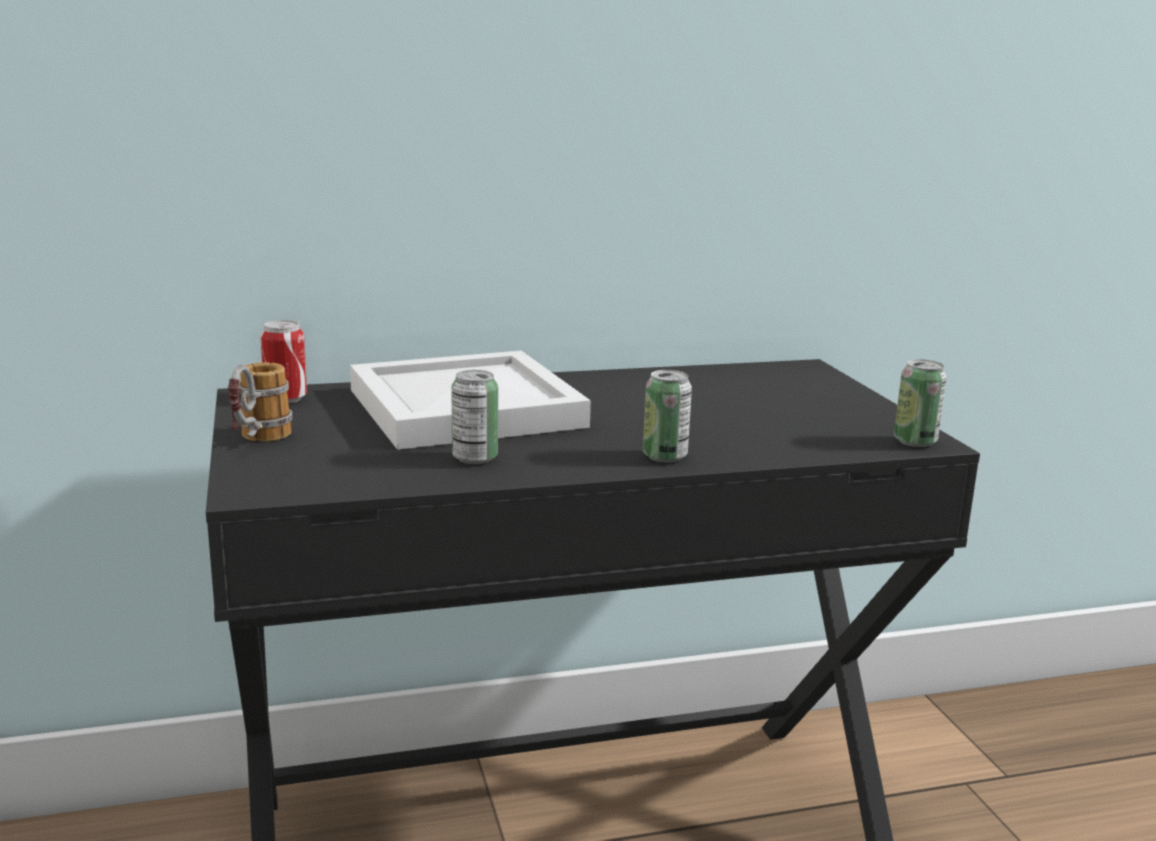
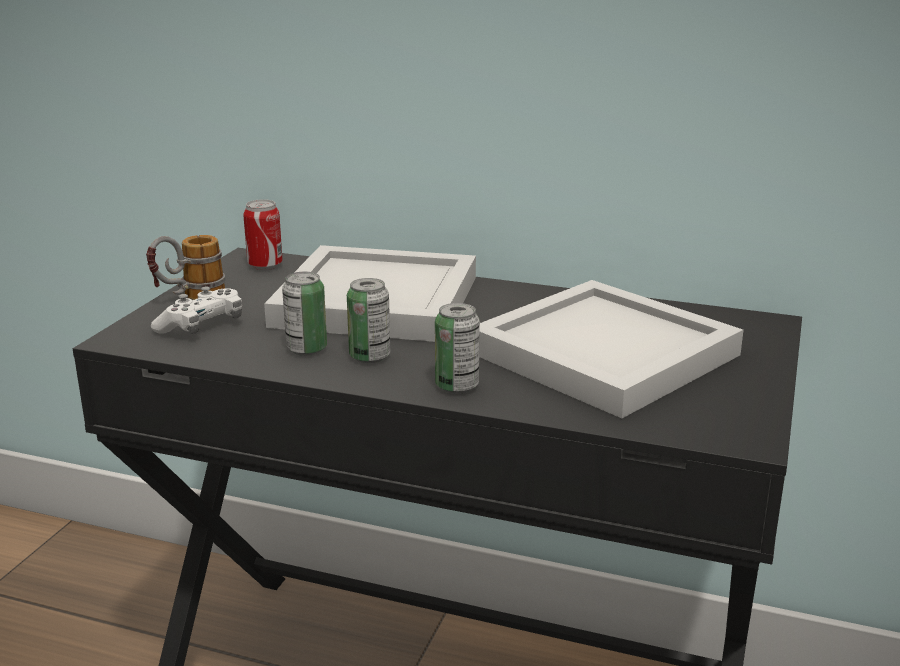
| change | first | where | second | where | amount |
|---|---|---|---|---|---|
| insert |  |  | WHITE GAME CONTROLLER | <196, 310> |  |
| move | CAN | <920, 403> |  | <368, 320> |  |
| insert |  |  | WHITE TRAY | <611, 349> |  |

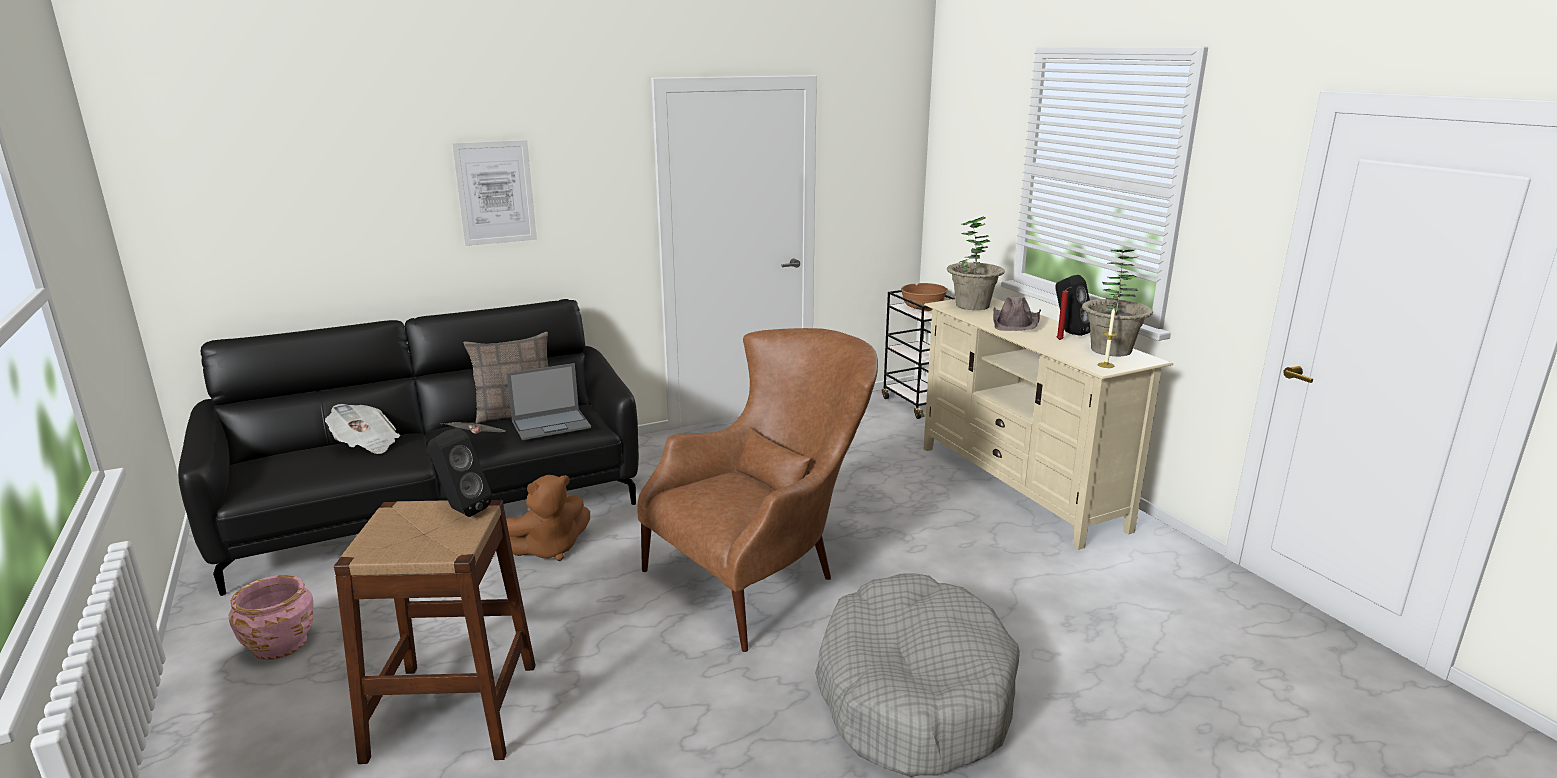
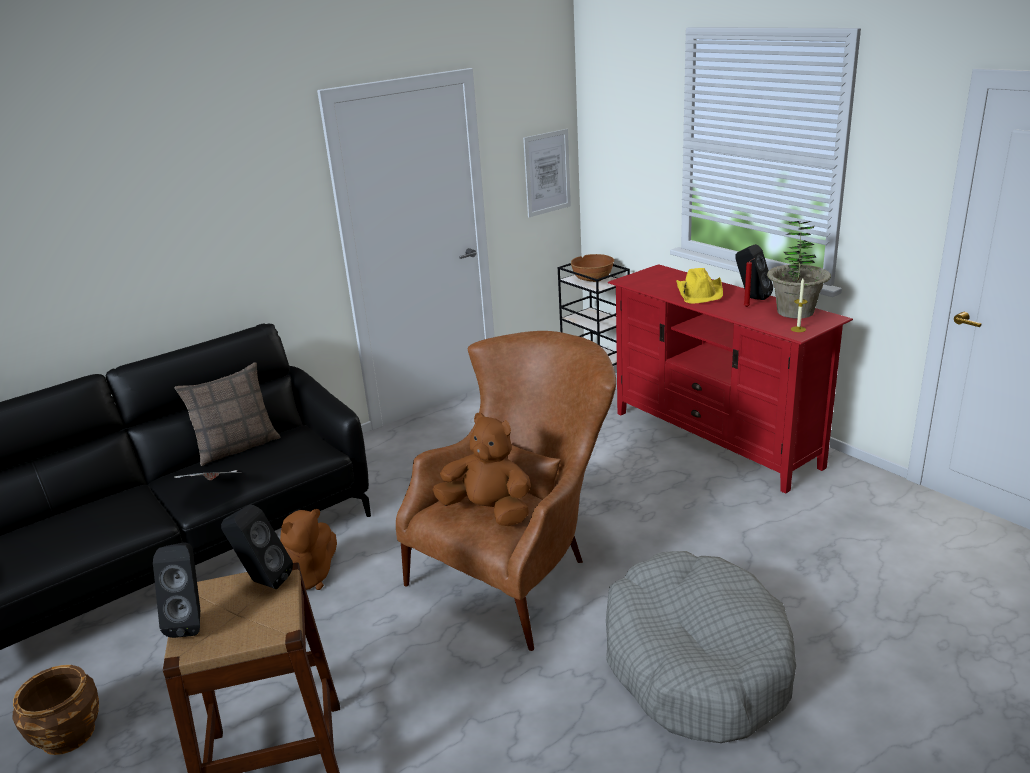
| change | first | where | second | where | amount |
|---|---|---|---|---|---|
| recolor | PINK PLANTER | <271, 617> | BROWN PLANTER | <56, 710> |  |
| insert |  |  | BLACK SPEAKER | <176, 590> |  |
| insert |  |  | BROWN PLUSH TOY | <481, 469> |  |
| move | PICTURE | <494, 193> |  | <547, 173> |  |
| recolor | BEIGE TV STAND | <1048, 423> | RED TV STAND | <730, 379> |  |
| recolor | BROWN HAT | <1017, 314> | YELLOW HAT | <699, 285> |  |
| delete | NEWSPAPER | <362, 429> |  |  |  |
| delete | LAPTOP | <549, 401> |  |  |  |
| delete | POTTED PLANT | <976, 263> |  |  |  |

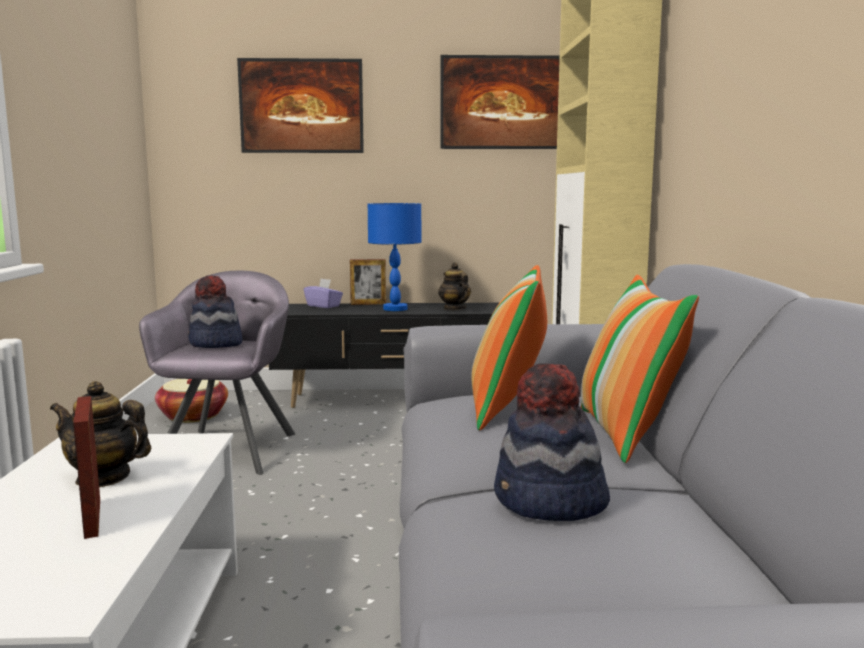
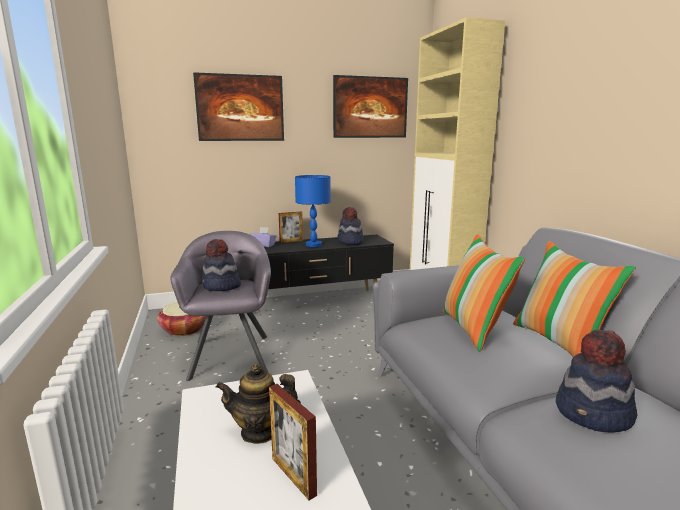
| change | first | where | second | where | amount |
|---|---|---|---|---|---|
| replace | TEAPOT | <454, 286> | HAT | <351, 226> |  |

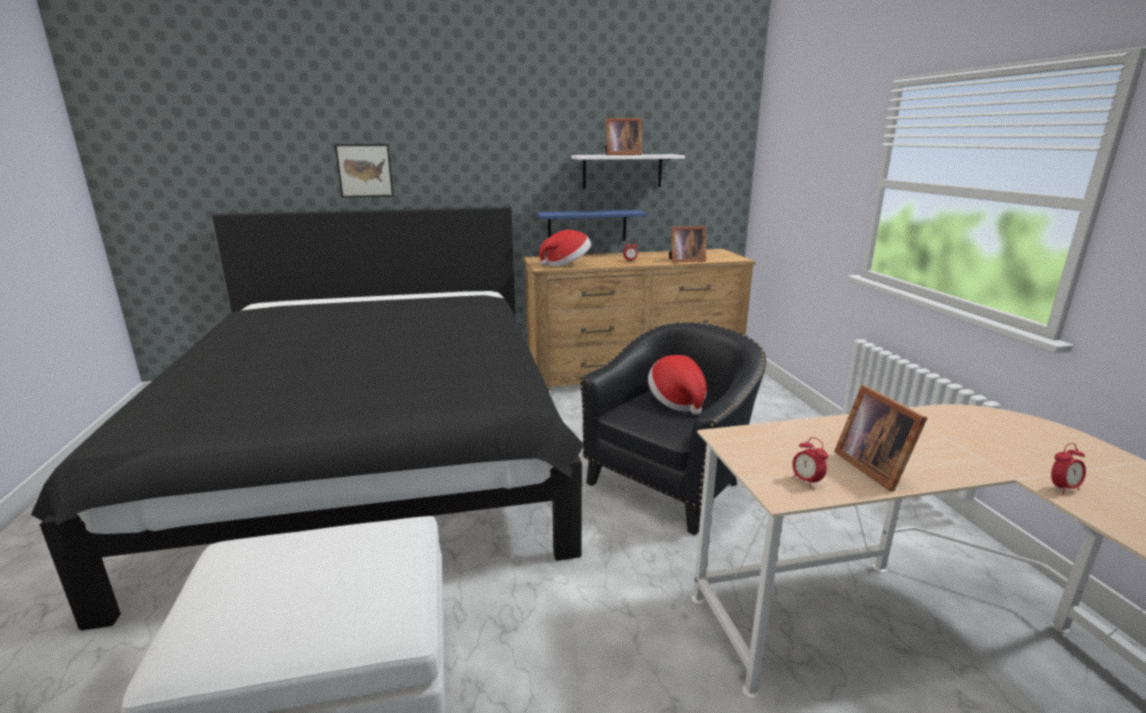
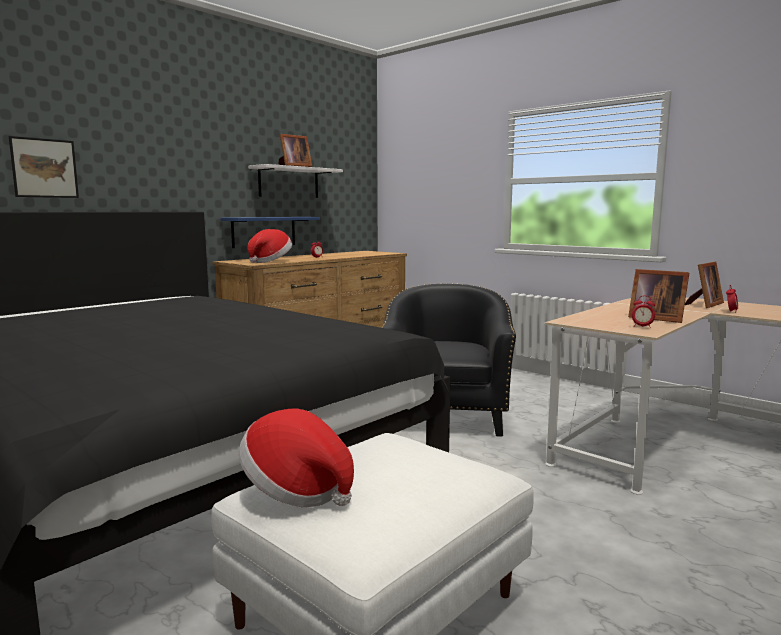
| change | first | where | second | where | amount |
|---|---|---|---|---|---|
| move | HAT | <677, 385> |  | <296, 457> |  |
| move | PICTURE FRAME | <687, 244> |  | <704, 284> |  |

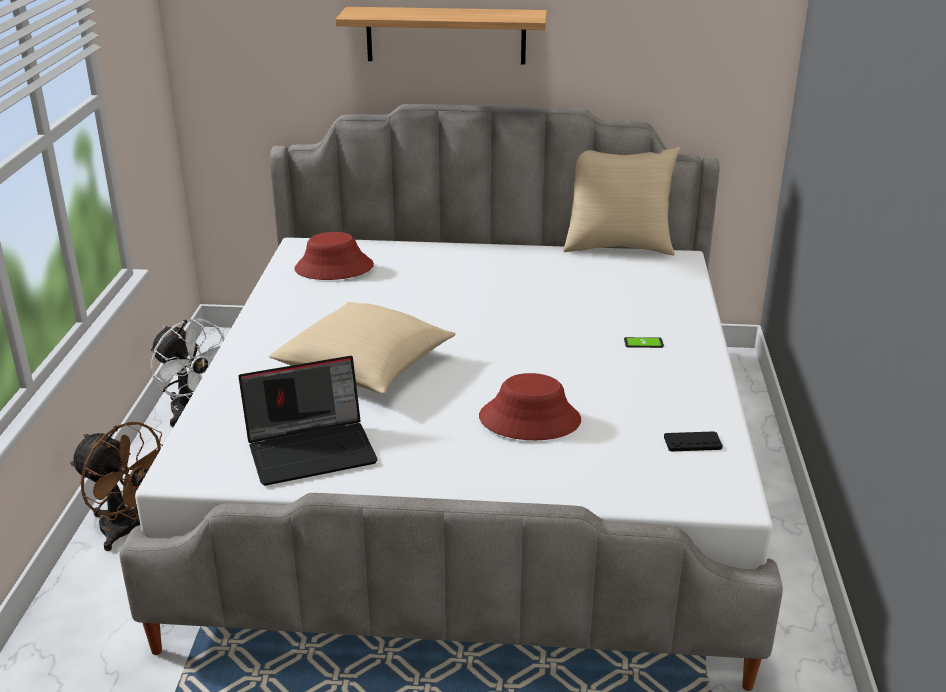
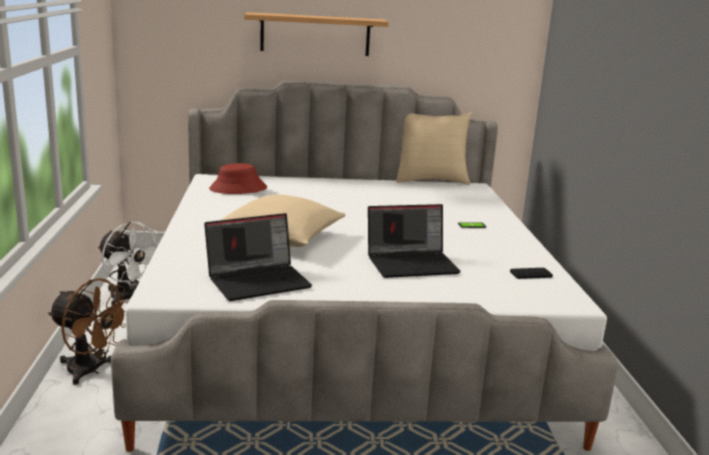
| change | first | where | second | where | amount |
|---|---|---|---|---|---|
| replace | RED HAT | <530, 406> | LAPTOP | <414, 241> |  |

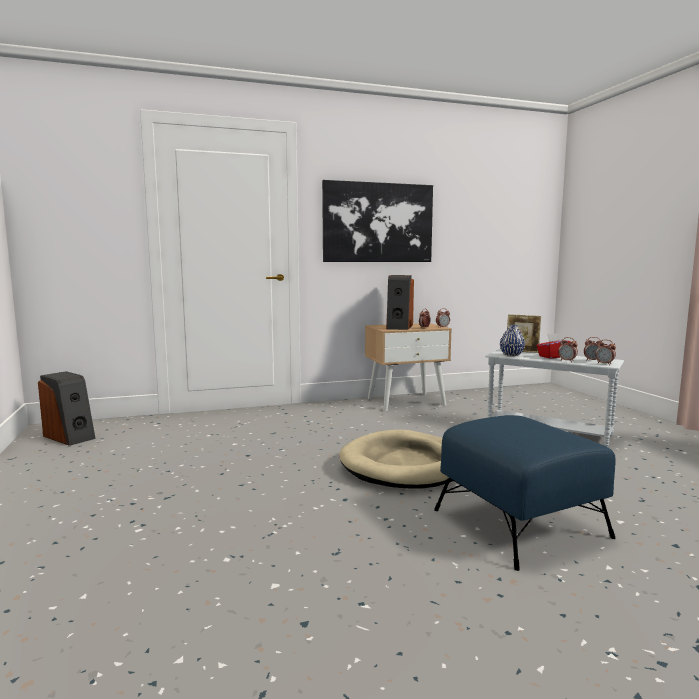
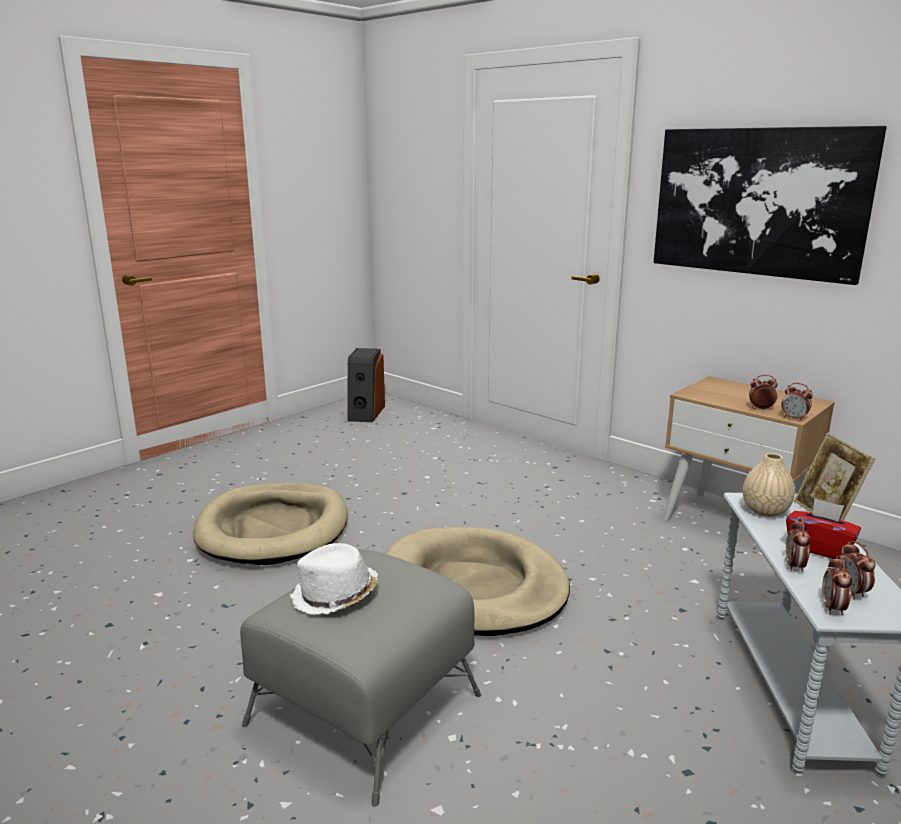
| change | first | where | second | where | amount |
|---|---|---|---|---|---|
| insert |  |  | BEIGE DOG BED | <270, 524> |  |
| recolor | BLUE OTTOMAN | <525, 493> | GREY OTTOMAN | <360, 678> |  |
| insert |  |  | WHITE HAT | <334, 579> |  |
| recolor | BLUE VASE | <512, 340> | BEIGE VASE | <769, 485> |  |
| delete | SPEAKER | <400, 302> |  |  |  |

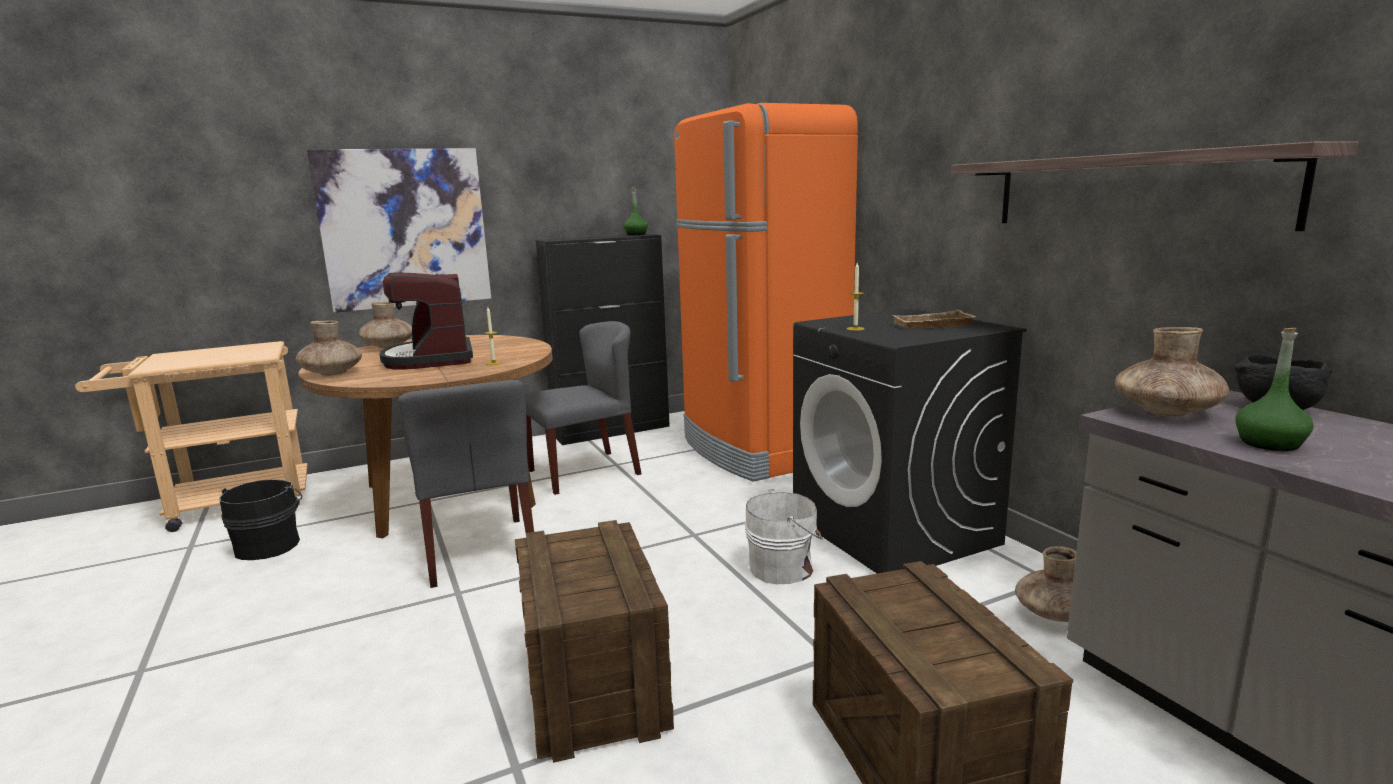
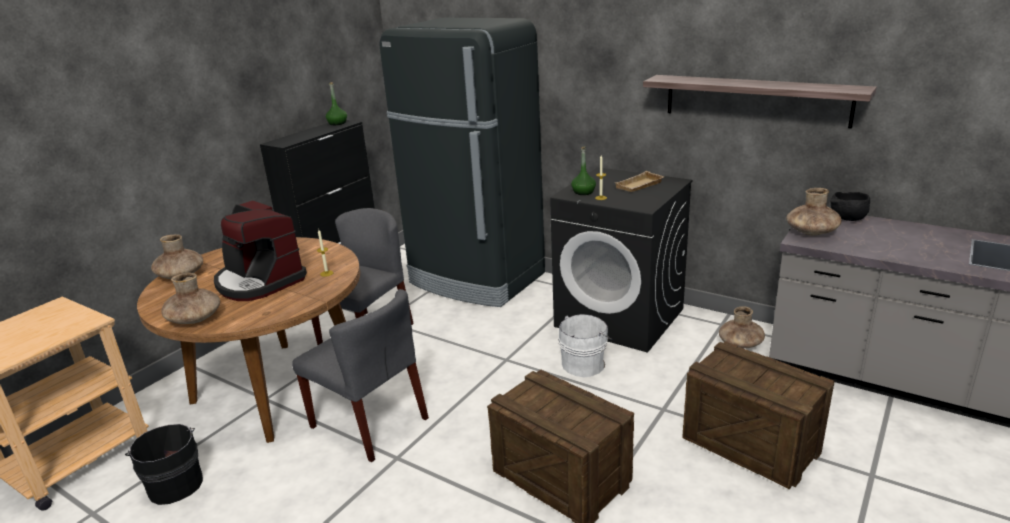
| change | first | where | second | where | amount |
|---|---|---|---|---|---|
| recolor | ORANGE FRIDGE | <766, 292> | BLACK FRIDGE | <462, 162> |  |
| move | GREEN BOTTLE | <1274, 389> |  | <583, 171> |  |
| delete | PICTURE | <399, 230> |  |  |  |

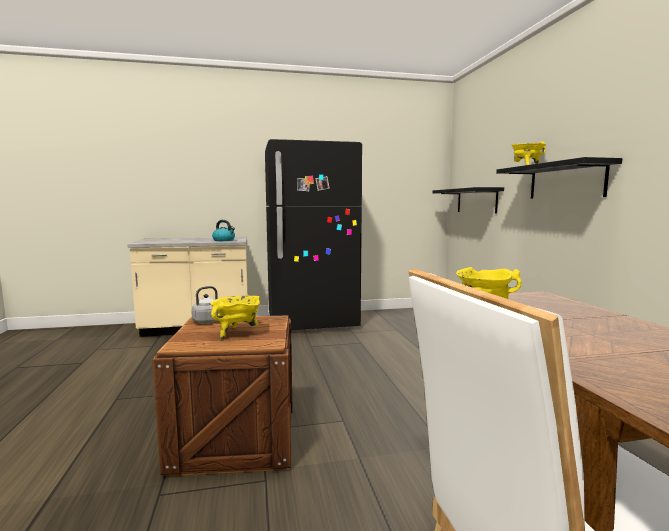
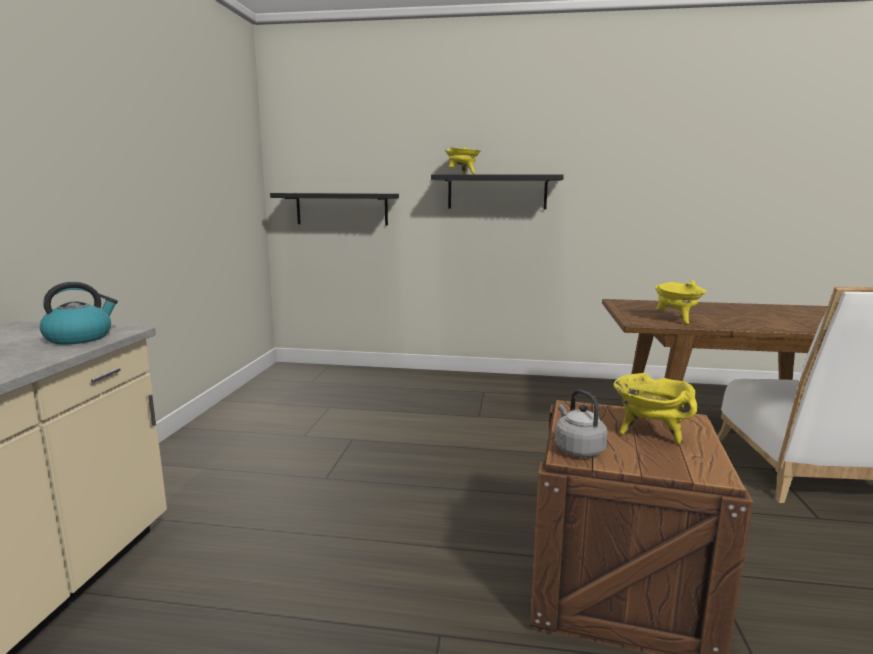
| change | first | where | second | where | amount |
|---|---|---|---|---|---|
| delete | BLACK FRIDGE | <313, 234> |  |  |  |

